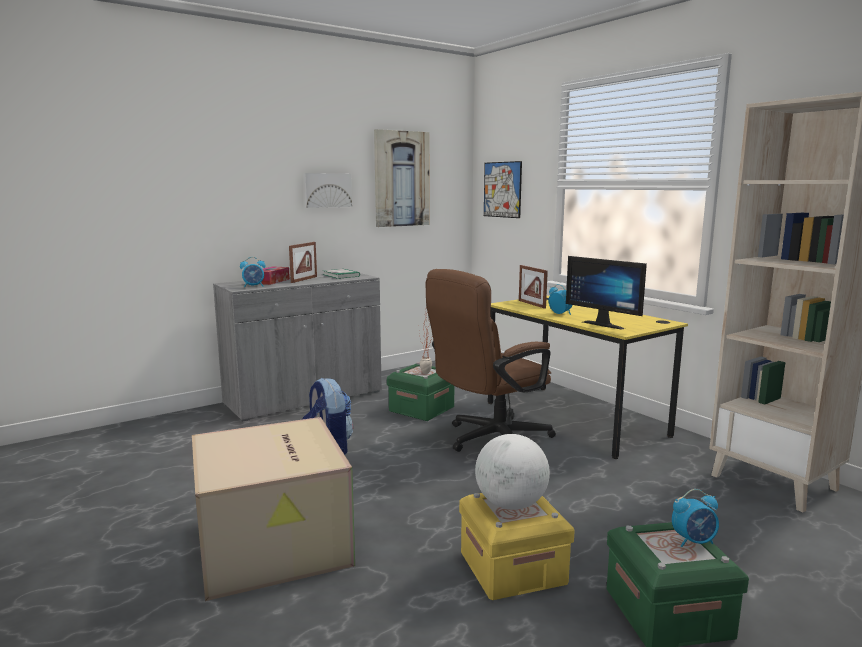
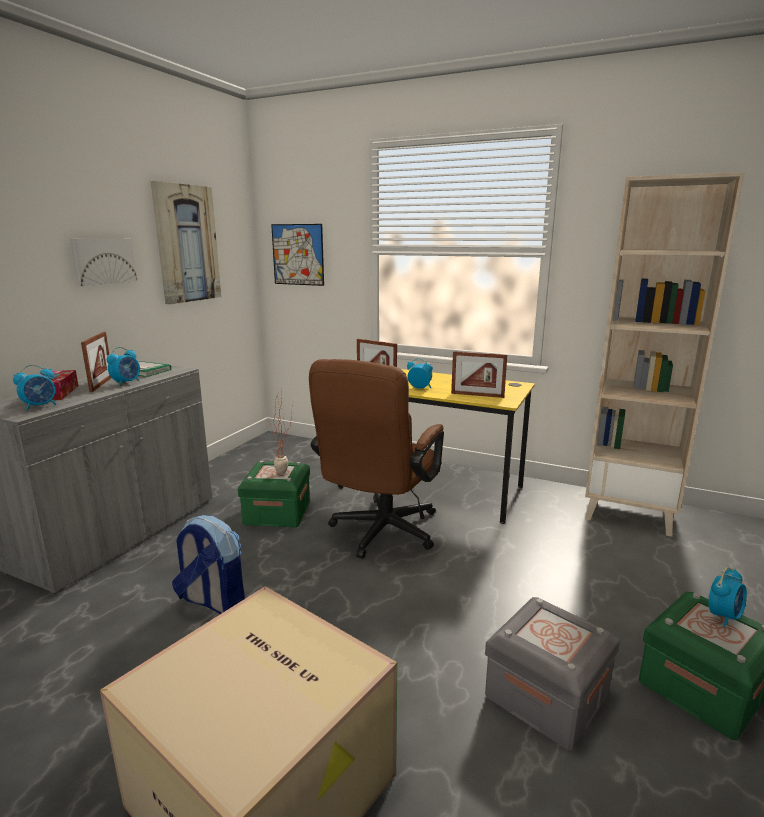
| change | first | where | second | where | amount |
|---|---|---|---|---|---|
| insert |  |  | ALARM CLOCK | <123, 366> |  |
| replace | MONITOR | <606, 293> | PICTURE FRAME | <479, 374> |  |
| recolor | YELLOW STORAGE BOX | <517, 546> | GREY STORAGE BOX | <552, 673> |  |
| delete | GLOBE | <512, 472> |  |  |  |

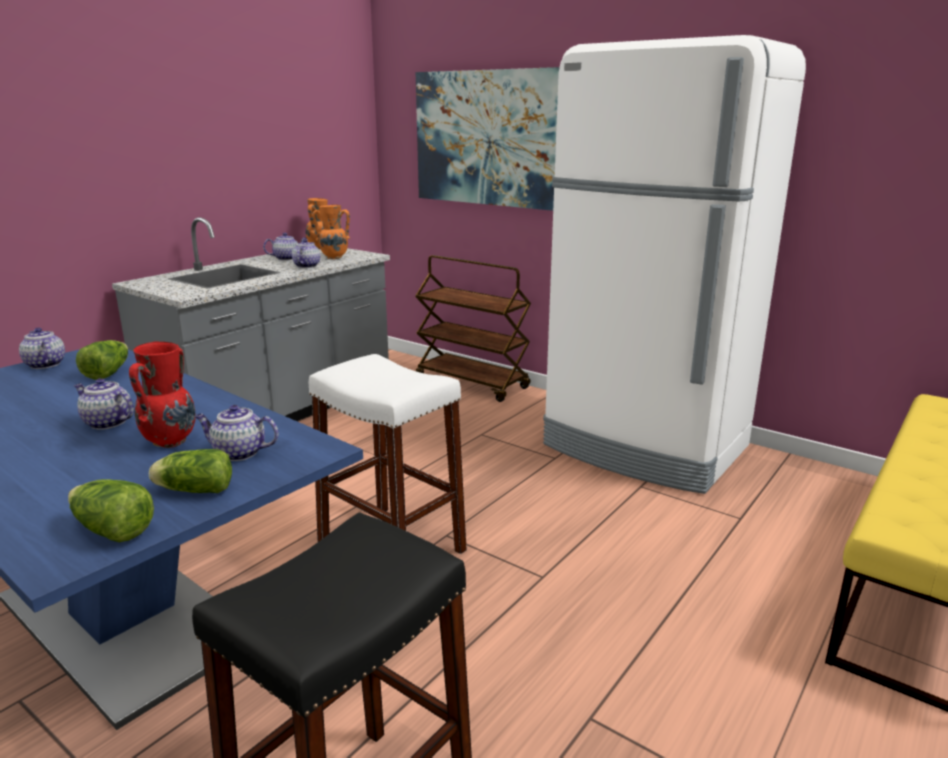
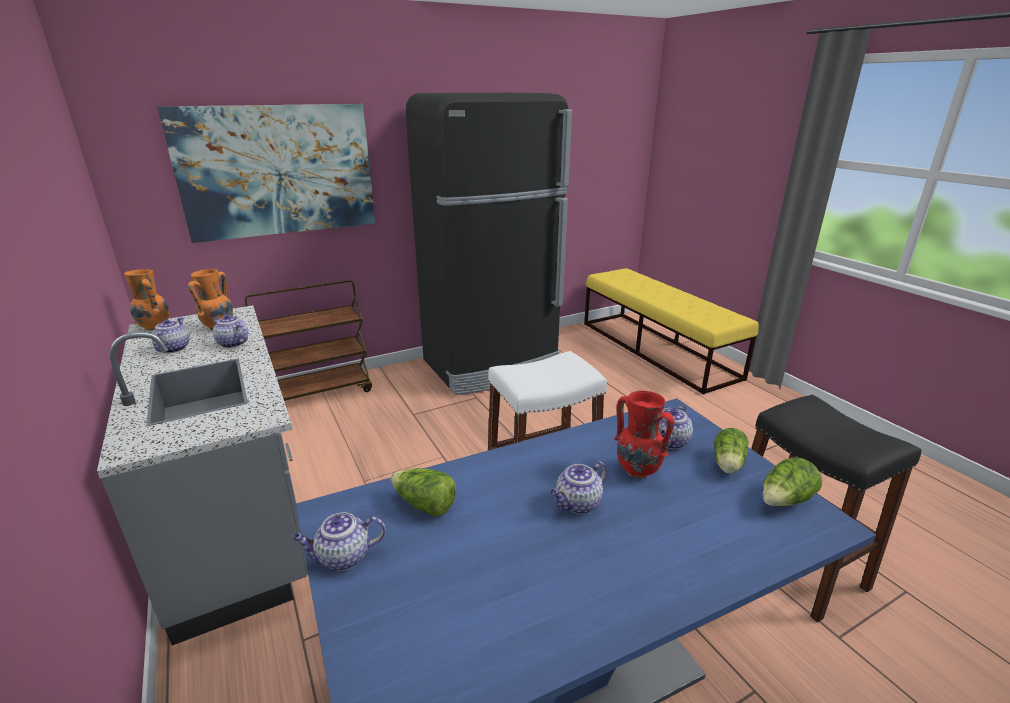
| change | first | where | second | where | amount |
|---|---|---|---|---|---|
| recolor | WHITE FRIDGE | <674, 264> | BLACK FRIDGE | <489, 244> |  |

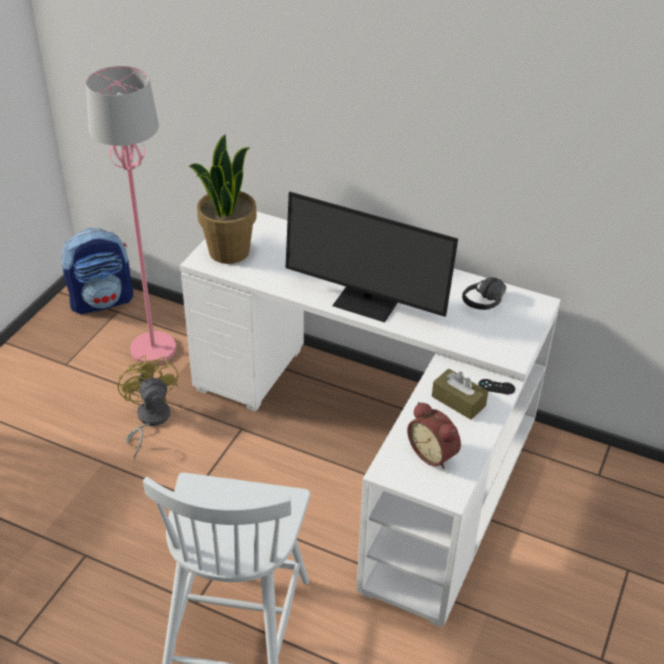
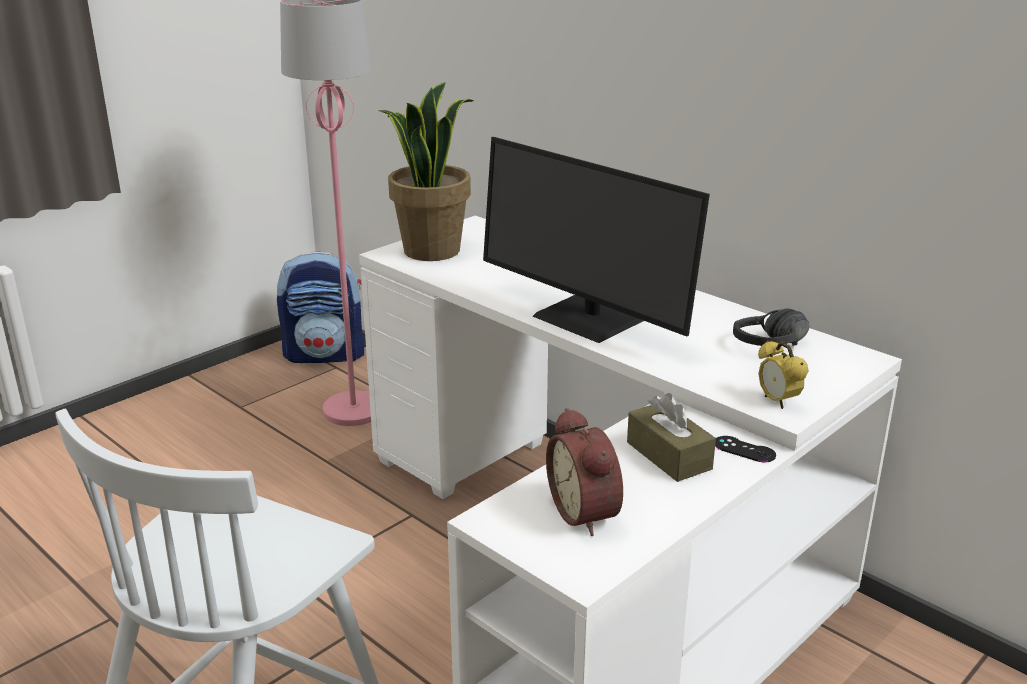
| change | first | where | second | where | amount |
|---|---|---|---|---|---|
| insert |  |  | ALARM CLOCK | <783, 375> |  |
| delete | YELLOW FAN | <147, 407> |  |  |  |

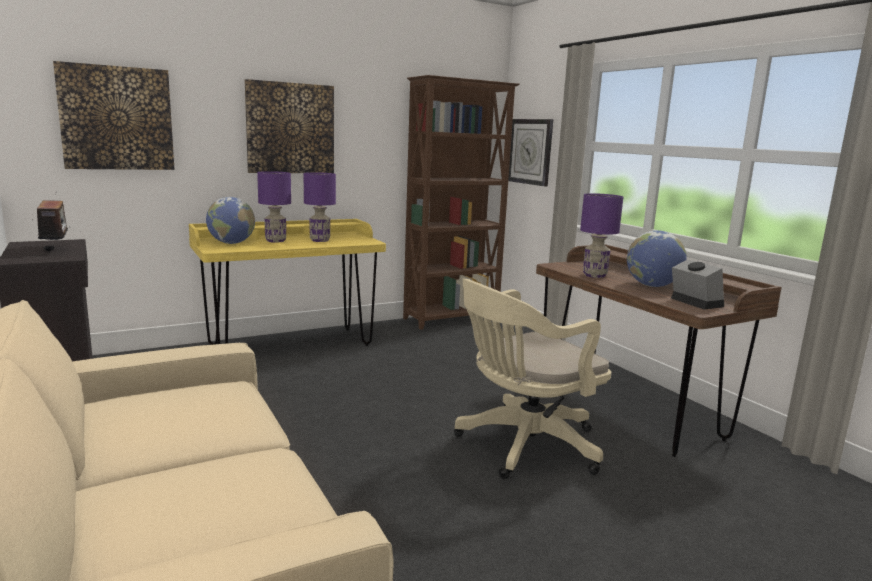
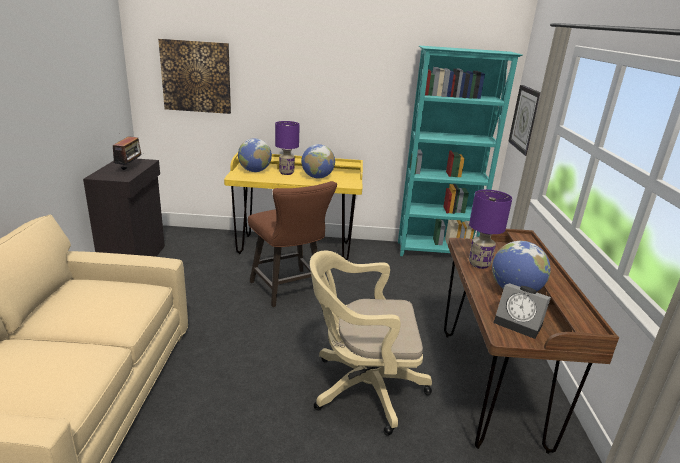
| change | first | where | second | where | amount |
|---|---|---|---|---|---|
| insert |  |  | BROWN STOOL | <292, 244> |  |
| replace | PURPLE TABLE LAMP | <320, 207> | GLOBE | <318, 161> |  |
| recolor | BROWN BOOKCASE | <461, 202> | TURQUOISE BOOKCASE | <460, 151> |  |
| rotate | ALARM CLOCK | <697, 285> |  | <522, 311> | 120 degrees clockwise |
| delete | PICTURE | <289, 126> |  |  |  |

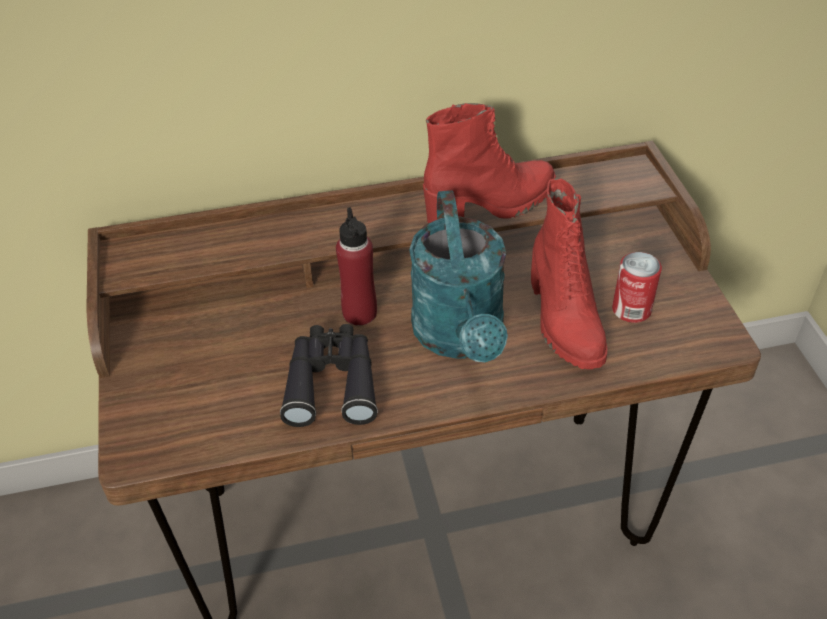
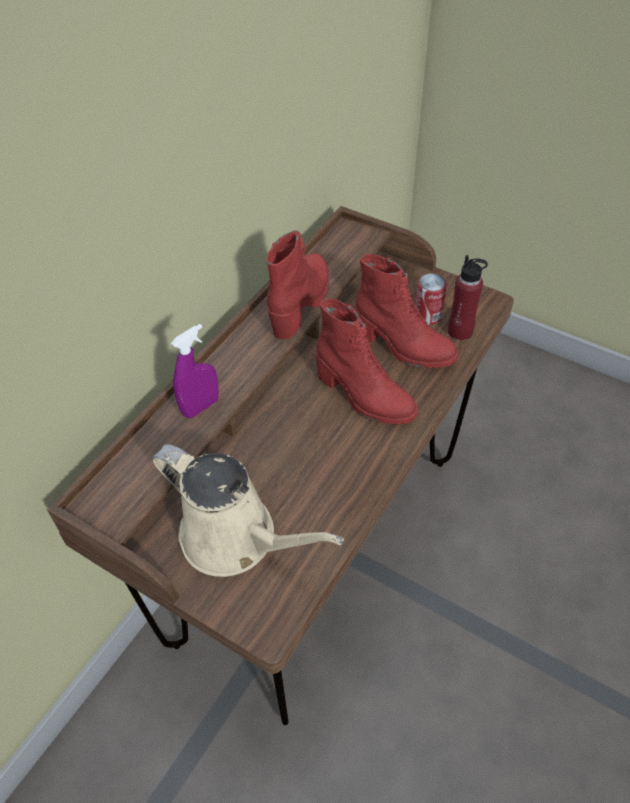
| change | first | where | second | where | amount |
|---|---|---|---|---|---|
| insert |  |  | BEIGE WATERING CAN | <248, 510> |  |
| insert |  |  | PURPLE SPRAY BOTTLE | <195, 371> |  |
| replace | TURQUOISE WATERING CAN | <458, 276> | RED BOOT | <367, 361> |  |
| move | RED BOTTLE | <356, 266> |  | <468, 297> |  |
| delete | BLACK BINOCULARS | <329, 375> |  |  |  |

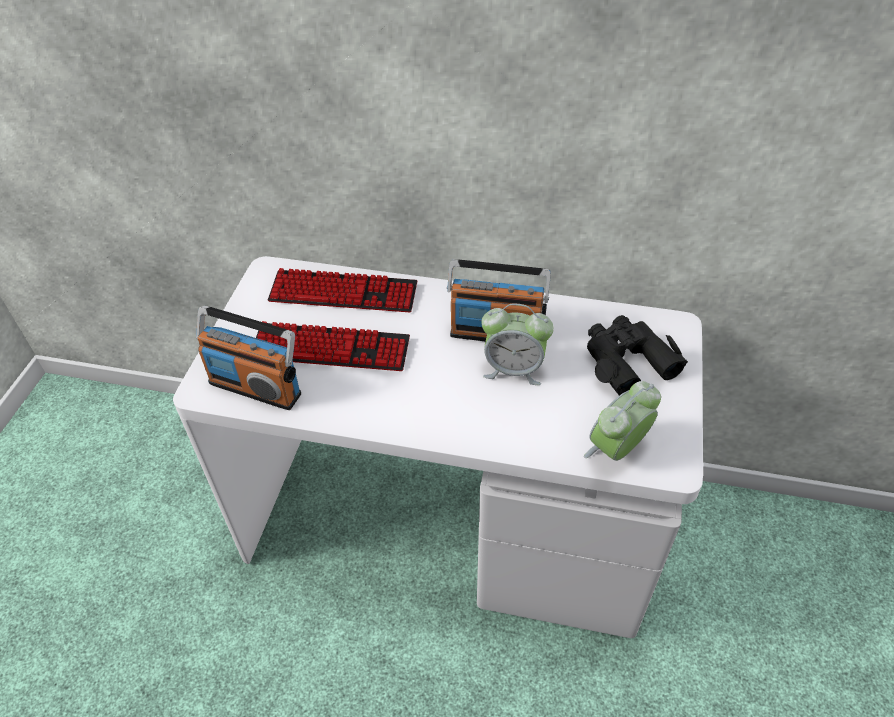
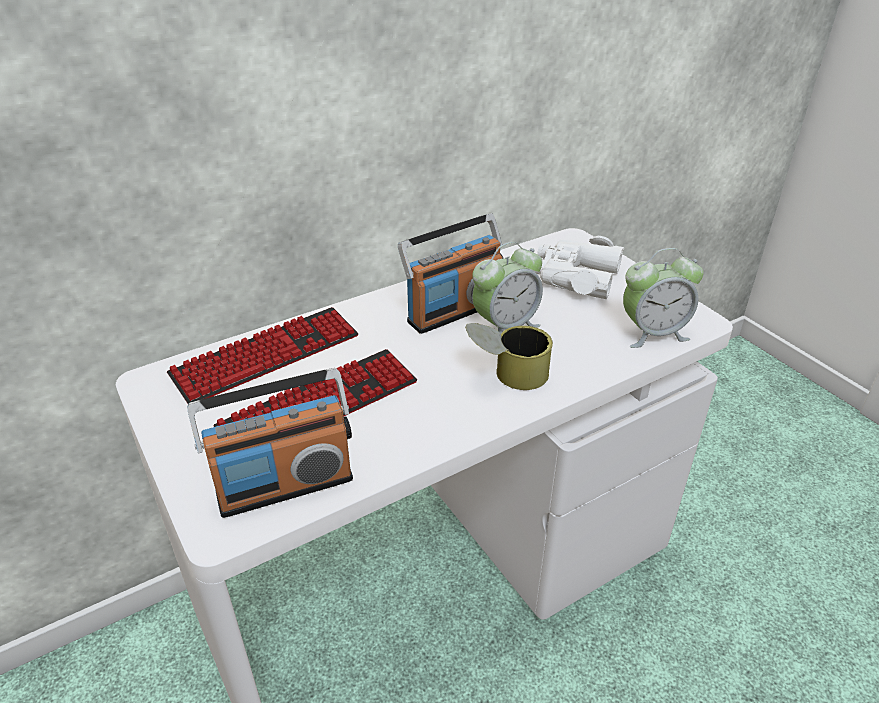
| change | first | where | second | where | amount |
|---|---|---|---|---|---|
| insert |  |  | CAN | <509, 356> |  |
| recolor | BLACK BINOCULARS | <637, 355> | WHITE BINOCULARS | <578, 267> |  |
| rotate | ALARM CLOCK | <622, 421> |  | <663, 298> | 105 degrees counterclockwise |

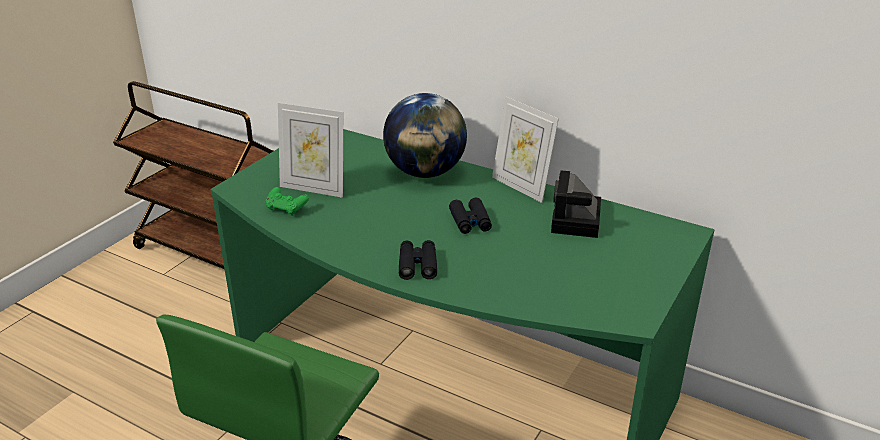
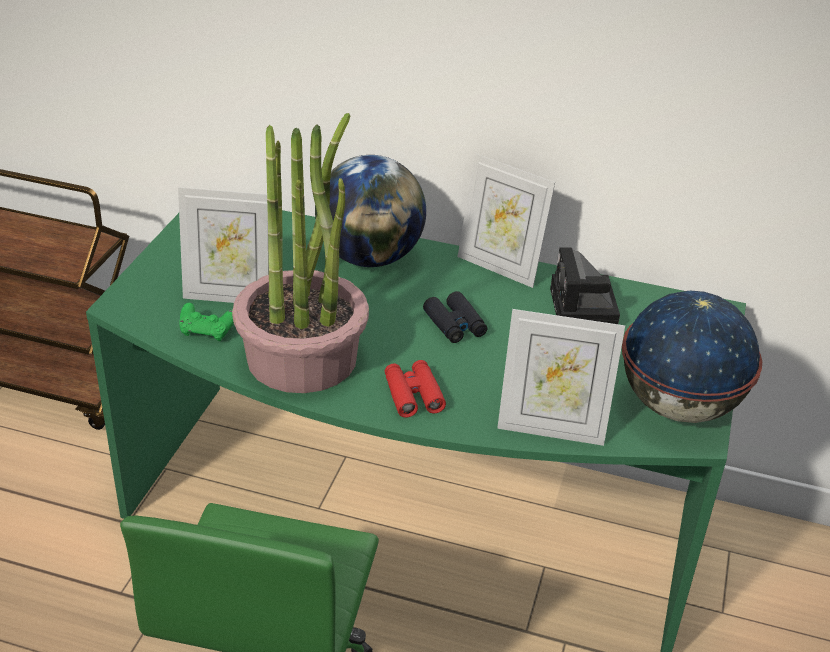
| change | first | where | second | where | amount |
|---|---|---|---|---|---|
| insert |  |  | POTTED PLANT | <300, 253> |  |
| recolor | BLACK BINOCULARS | <418, 260> | RED BINOCULARS | <415, 389> |  |
| insert |  |  | PICTURE FRAME | <561, 377> |  |
| insert |  |  | GLOBE | <692, 357> |  |

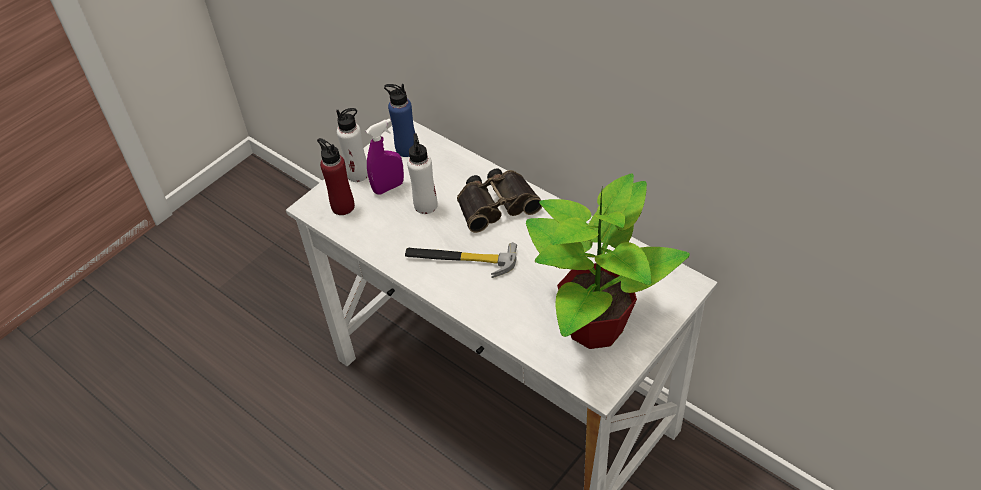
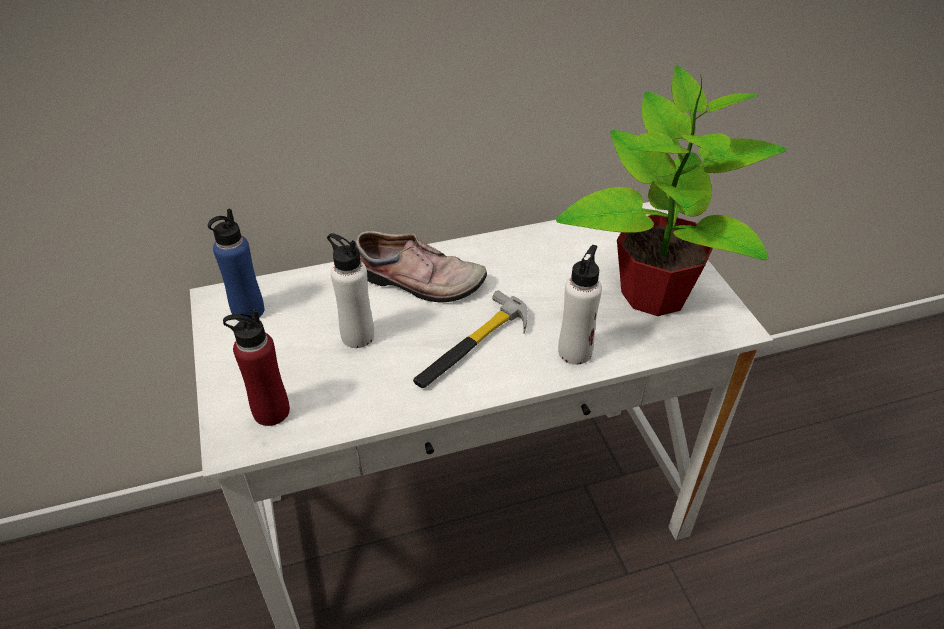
| change | first | where | second | where | amount |
|---|---|---|---|---|---|
| replace | BINOCULARS | <499, 201> | SHOE | <421, 266> |  |
| move | WHITE BOTTLE | <352, 145> |  | <580, 305> |  |
| delete | PURPLE SPRAY BOTTLE | <385, 156> |  |  |  |

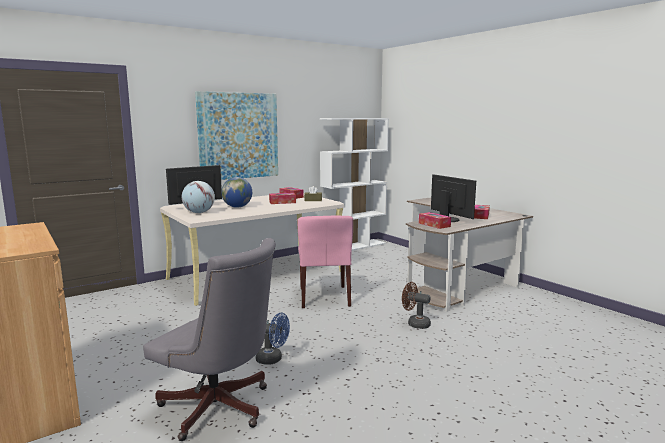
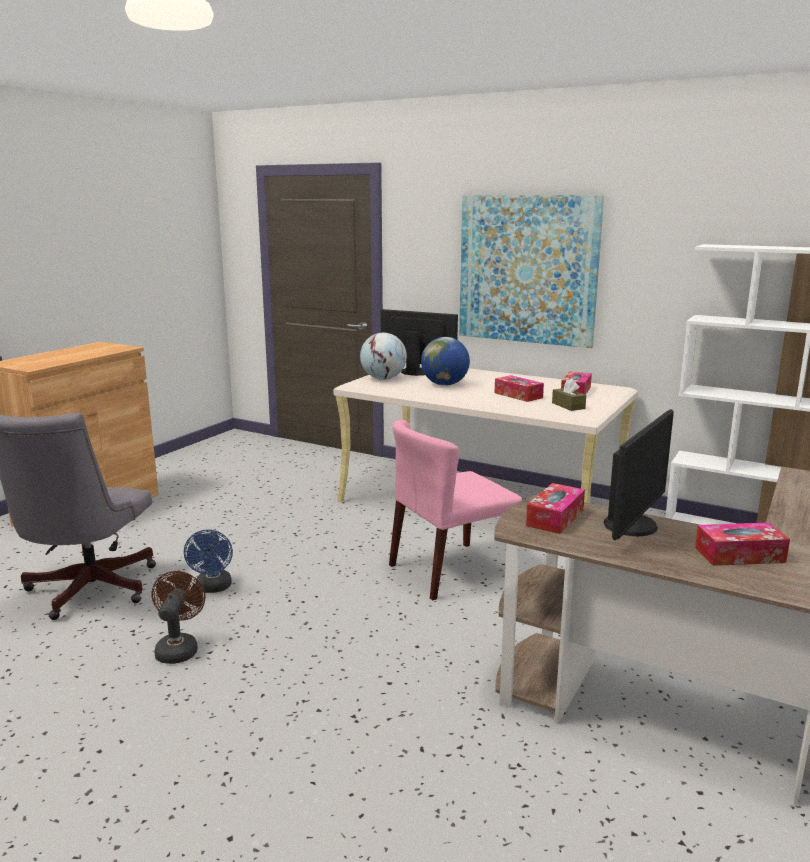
| change | first | where | second | where | amount |
|---|---|---|---|---|---|
| move | BROWN FAN | <416, 305> |  | <178, 617> |  |

